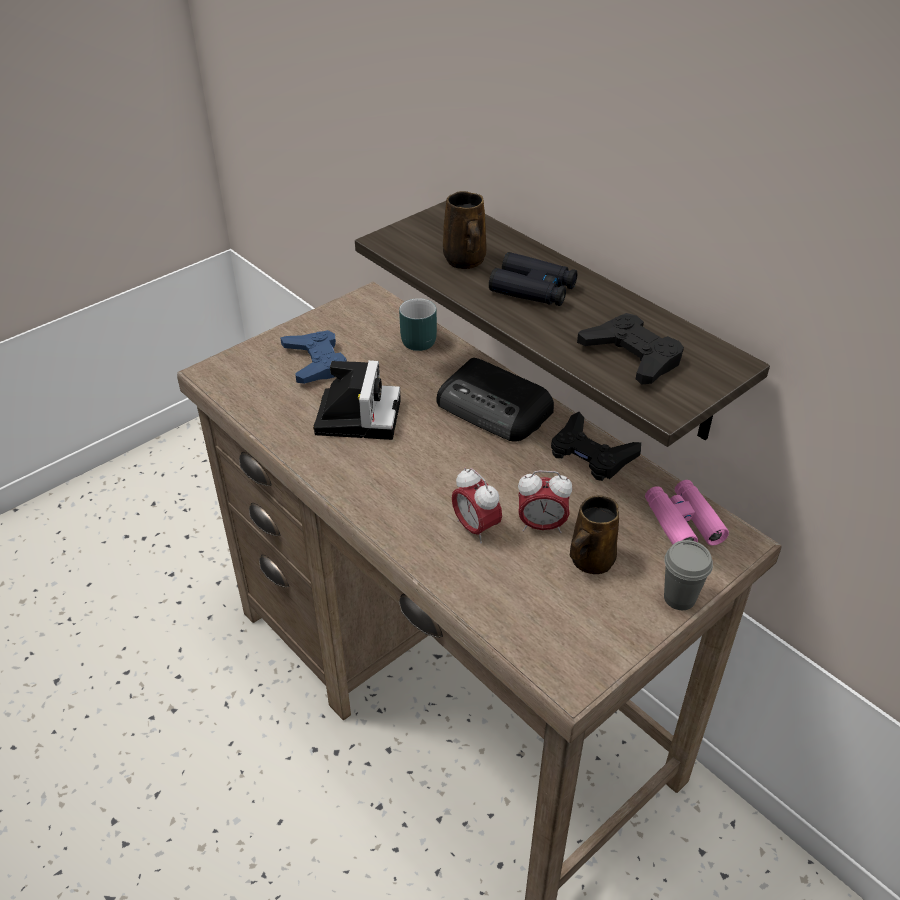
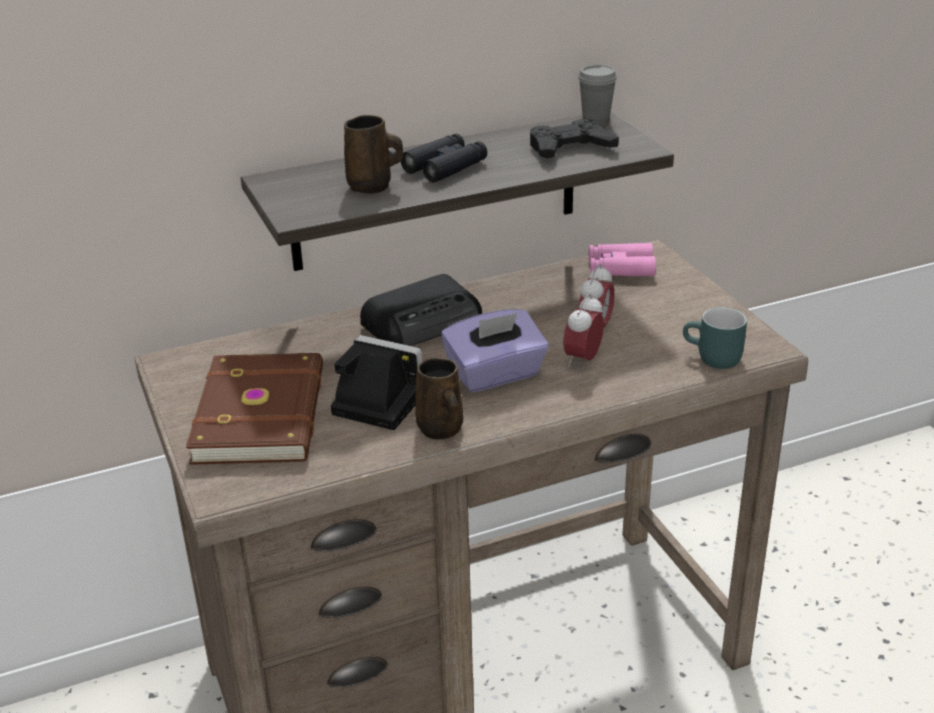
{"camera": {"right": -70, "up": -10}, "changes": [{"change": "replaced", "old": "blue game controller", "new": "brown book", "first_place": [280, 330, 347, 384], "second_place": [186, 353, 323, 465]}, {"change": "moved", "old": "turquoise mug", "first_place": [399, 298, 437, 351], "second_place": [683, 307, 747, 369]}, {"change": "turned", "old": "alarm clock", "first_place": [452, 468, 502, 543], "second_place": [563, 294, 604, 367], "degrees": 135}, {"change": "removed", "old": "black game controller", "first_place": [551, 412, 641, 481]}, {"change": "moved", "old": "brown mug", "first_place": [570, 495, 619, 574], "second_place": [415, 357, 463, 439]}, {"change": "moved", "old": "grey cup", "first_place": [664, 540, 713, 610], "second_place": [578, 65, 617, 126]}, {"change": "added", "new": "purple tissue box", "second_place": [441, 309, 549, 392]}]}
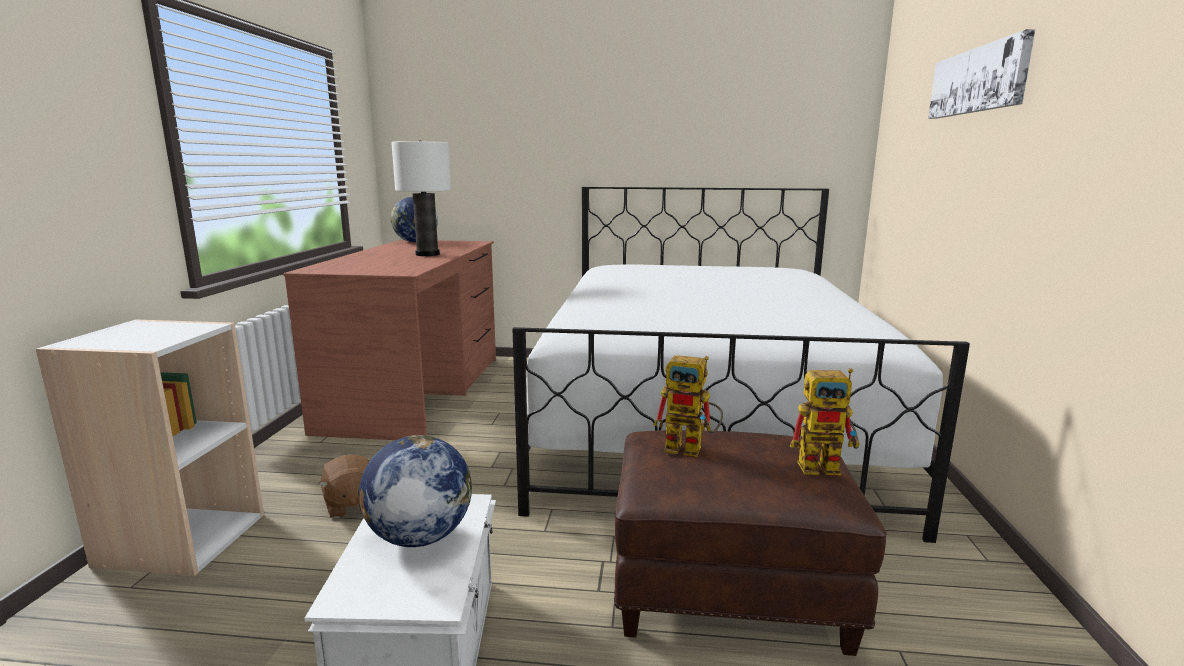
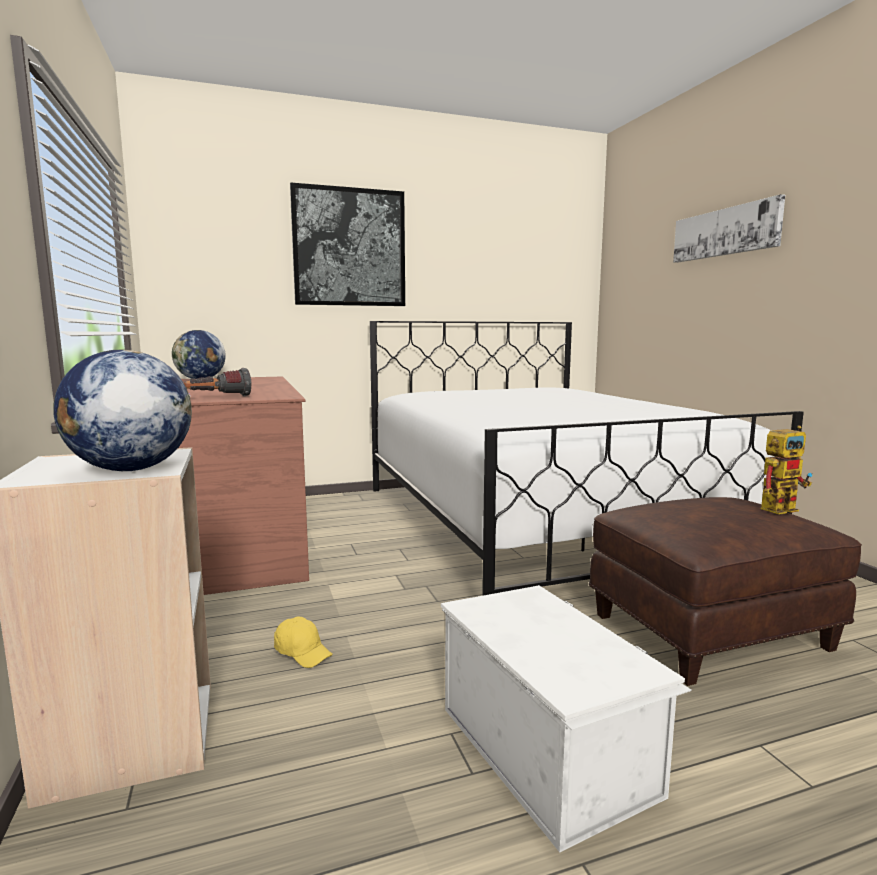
{"camera": {"right": -25, "up": -5}, "changes": [{"change": "replaced", "old": "brown plush toy", "new": "yellow cap", "first_place": [318, 455, 369, 518], "second_place": [274, 616, 333, 668]}, {"change": "moved", "old": "globe", "first_place": [359, 435, 472, 547], "second_place": [53, 349, 192, 471]}, {"change": "removed", "old": "white table lamp", "first_place": [392, 140, 451, 256]}, {"change": "removed", "old": "toy robot", "first_place": [653, 355, 723, 457]}, {"change": "added", "new": "flashlight", "second_place": [184, 368, 251, 396]}, {"change": "added", "new": "picture", "second_place": [290, 183, 405, 306]}]}
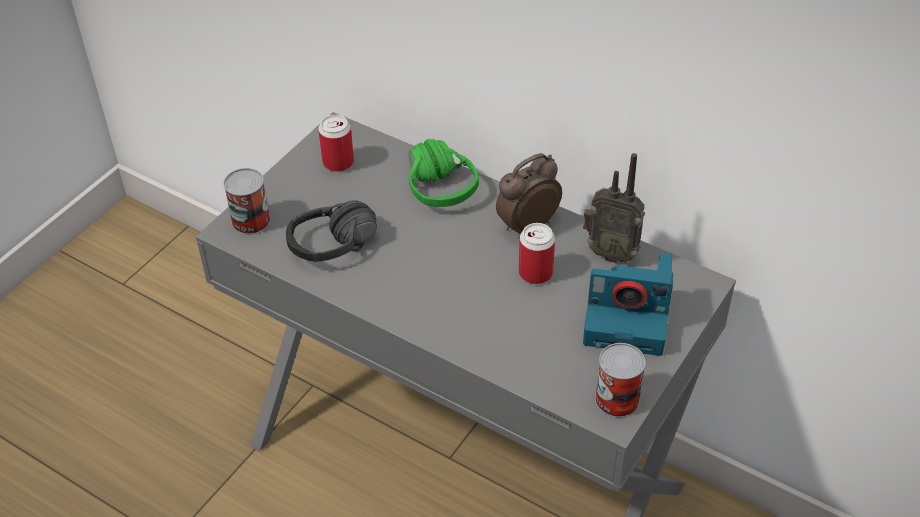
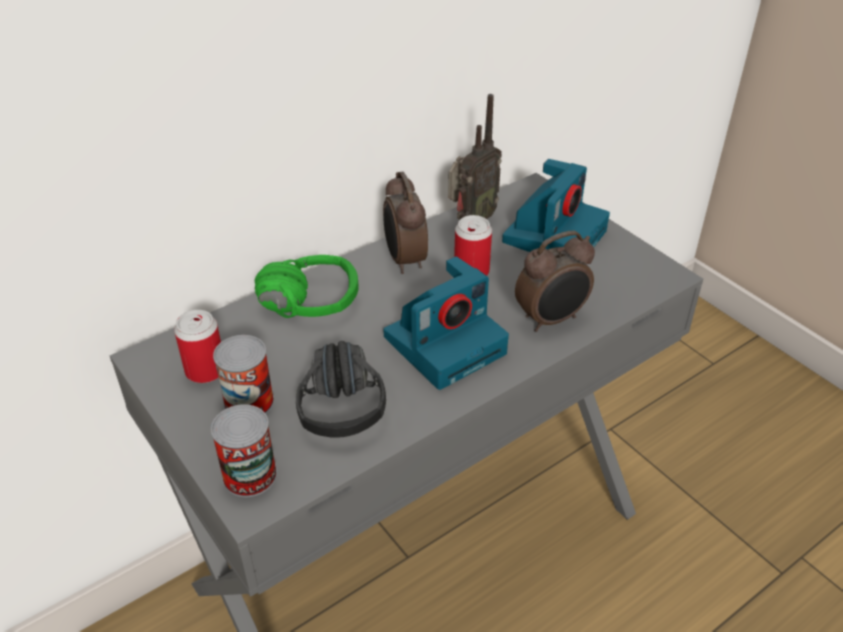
{"camera": {"right": -70, "up": -5}, "changes": [{"change": "moved", "old": "can", "first_place": [595, 343, 646, 418], "second_place": [213, 335, 274, 414]}, {"change": "added", "new": "photo camera", "second_place": [384, 256, 509, 390]}, {"change": "added", "new": "alarm clock", "second_place": [515, 231, 595, 332]}]}
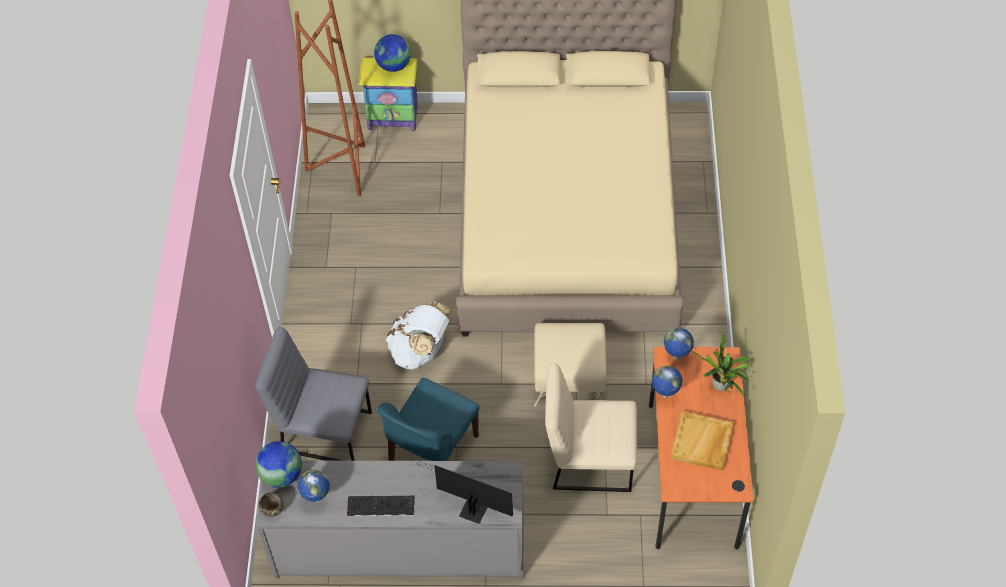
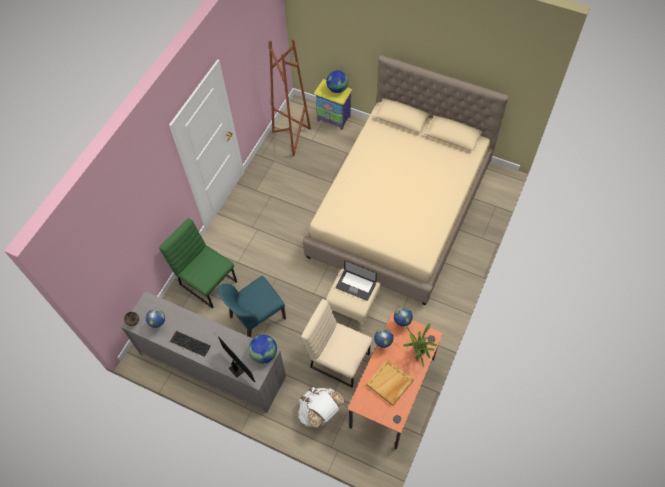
{"camera": {"right": 25, "up": 5}, "changes": [{"change": "recoloured", "old": "grey chair", "new": "green chair", "first_place": [255, 327, 372, 461], "second_place": [159, 218, 237, 309]}, {"change": "moved", "old": "globe", "first_place": [255, 441, 302, 488], "second_place": [248, 335, 277, 363]}, {"change": "moved", "old": "white backpack", "first_place": [386, 302, 452, 370], "second_place": [299, 387, 344, 427]}, {"change": "added", "new": "laptop", "second_place": [336, 260, 377, 301]}]}
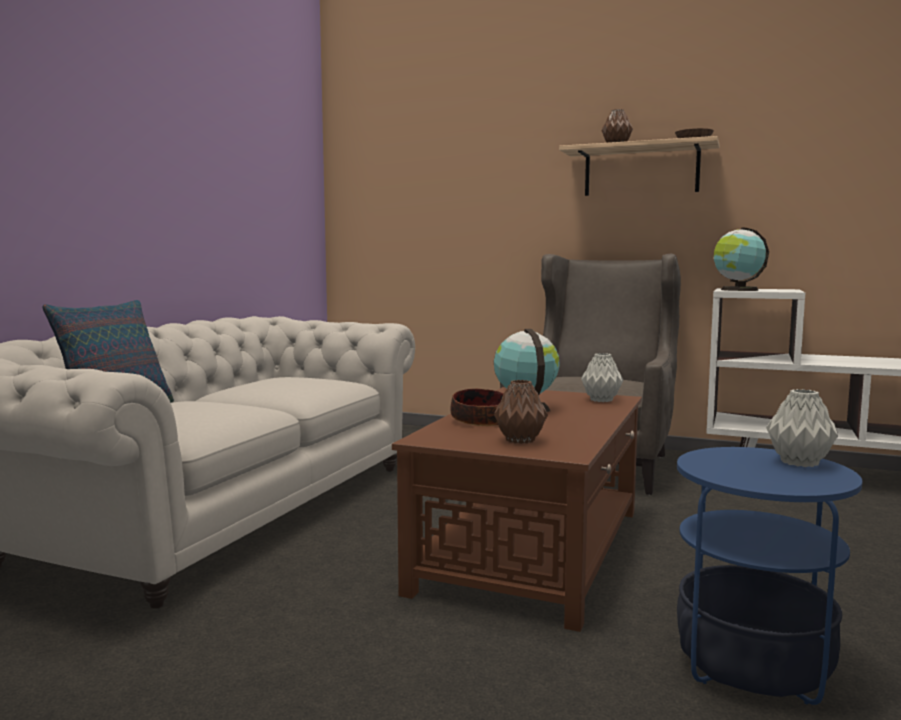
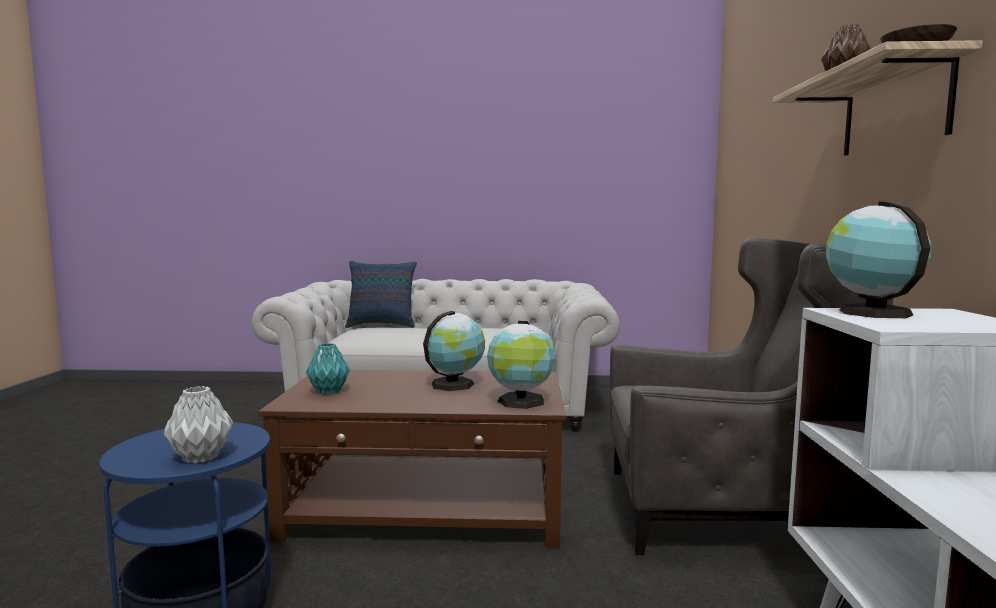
{"camera": {"right": 70, "up": 0}, "changes": [{"change": "removed", "old": "bowl", "first_place": [450, 389, 504, 426]}, {"change": "recoloured", "old": "brown vase", "new": "turquoise vase", "first_place": [494, 380, 548, 444], "second_place": [306, 343, 350, 394]}, {"change": "replaced", "old": "grey vase", "new": "globe", "first_place": [581, 353, 623, 402], "second_place": [487, 321, 555, 409]}]}
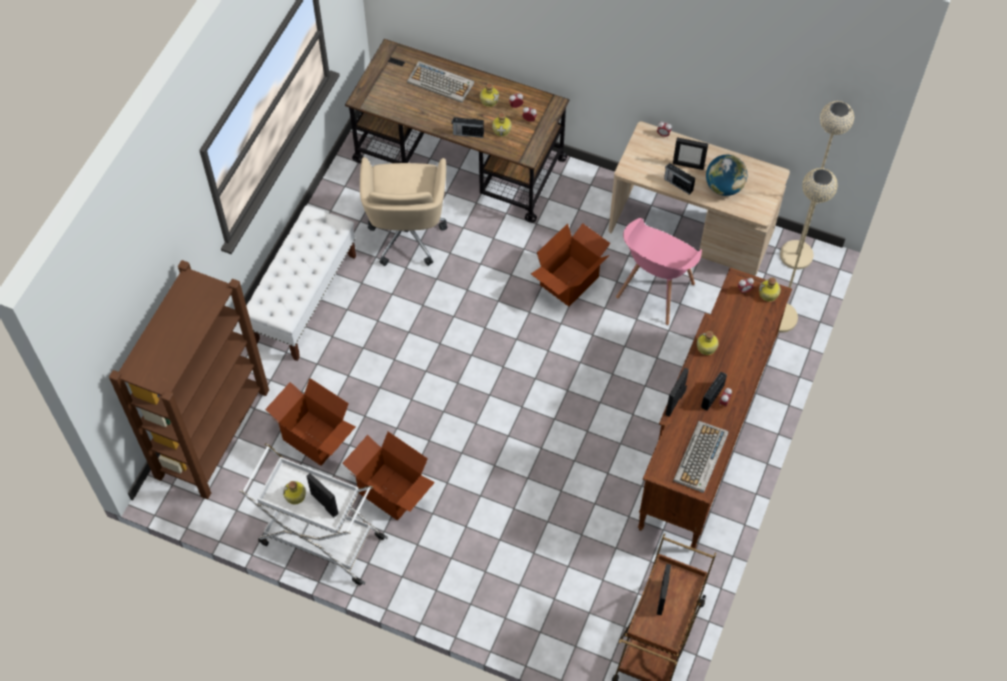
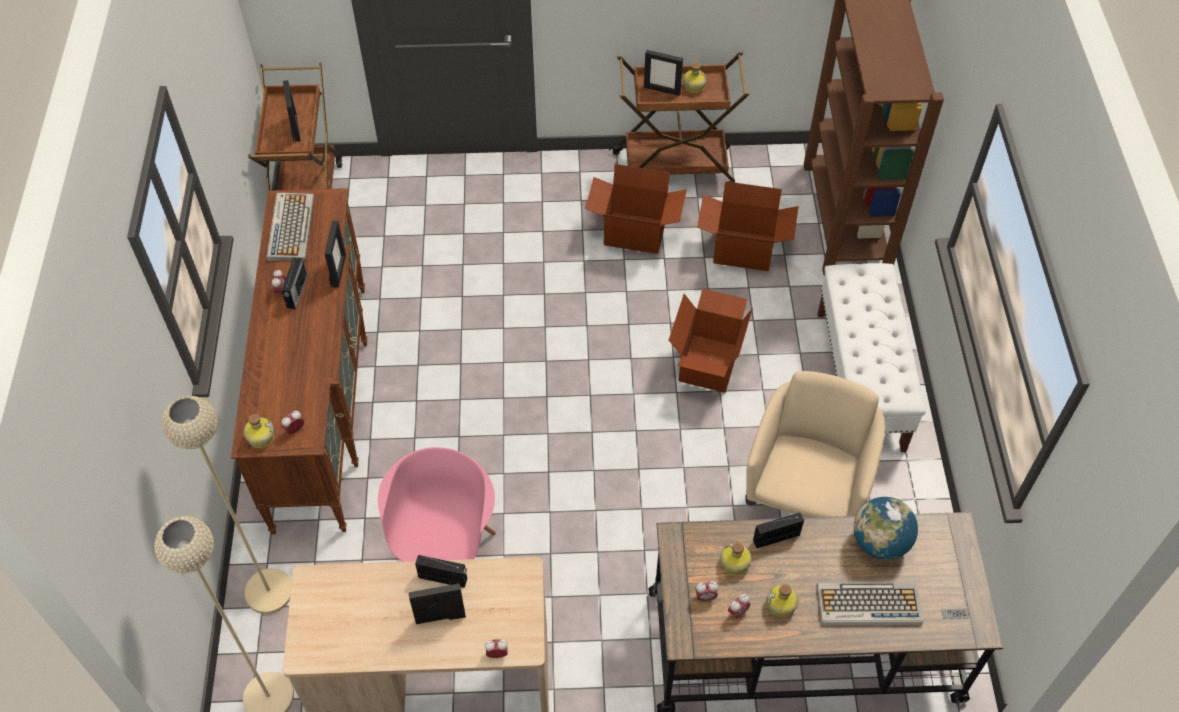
{"camera": {"right": 155, "up": -5}, "changes": [{"change": "recoloured", "old": "white cart", "new": "brown cart", "first_place": [239, 443, 388, 585], "second_place": [609, 52, 750, 187]}, {"change": "turned", "old": "beige office chair", "first_place": [360, 157, 448, 266], "second_place": [745, 371, 885, 518], "degrees": 45}, {"change": "moved", "old": "cardboard box", "first_place": [531, 223, 611, 306], "second_place": [669, 289, 753, 393]}, {"change": "removed", "old": "bottle", "first_place": [697, 331, 719, 355]}, {"change": "moved", "old": "globe", "first_place": [706, 155, 747, 196], "second_place": [854, 497, 918, 560]}]}
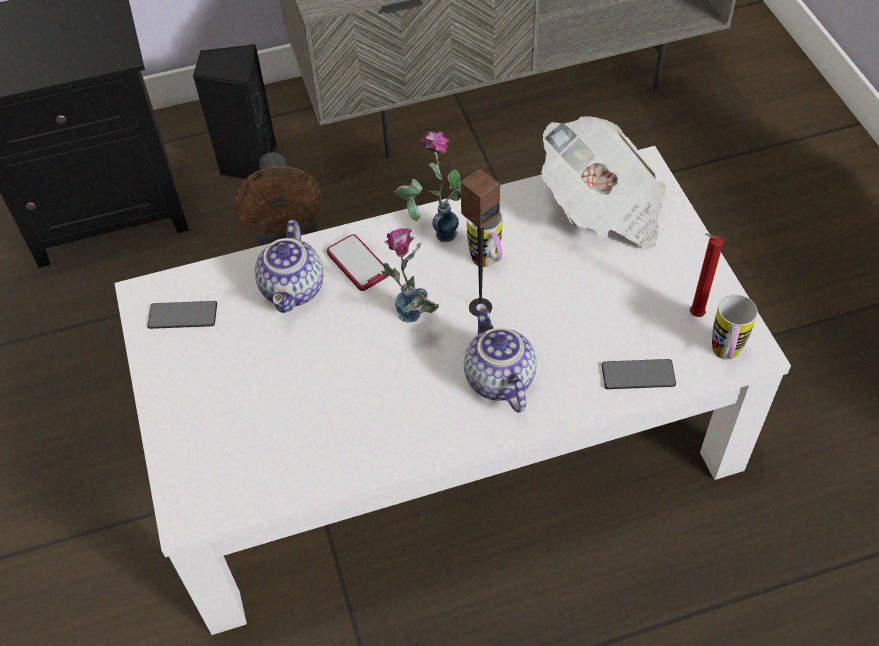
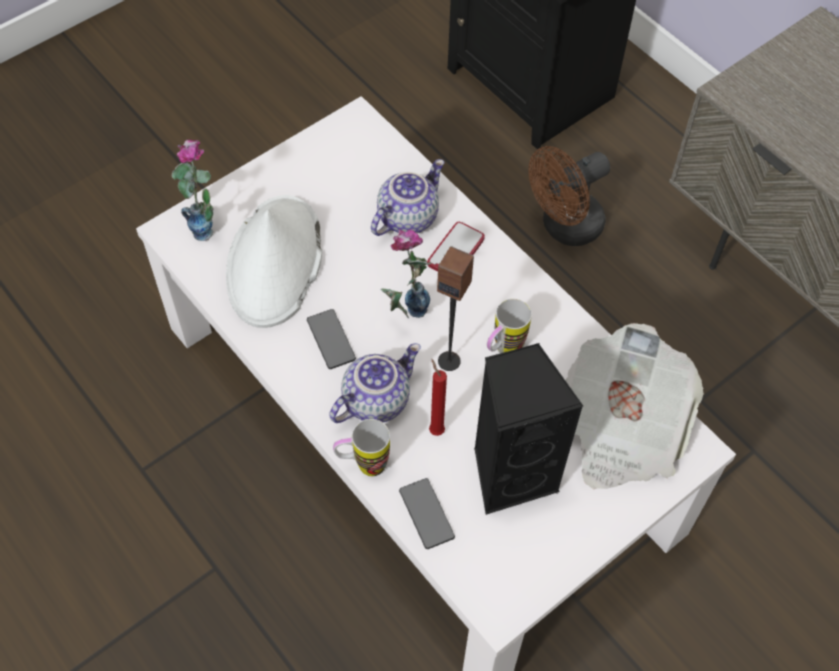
{"camera": {"right": 65, "up": 5}, "changes": [{"change": "moved", "old": "phone", "first_place": [147, 301, 217, 329], "second_place": [307, 309, 356, 369]}, {"change": "moved", "old": "black speaker", "first_place": [193, 44, 277, 181], "second_place": [474, 343, 583, 515]}, {"change": "turned", "old": "teapot", "first_place": [255, 220, 323, 313], "second_place": [371, 159, 445, 236], "degrees": 150}, {"change": "moved", "old": "vase", "first_place": [394, 131, 461, 242], "second_place": [172, 139, 213, 241]}, {"change": "moved", "old": "red candle", "first_place": [690, 233, 723, 317], "second_place": [429, 359, 447, 436]}, {"change": "moved", "old": "mug", "first_place": [712, 295, 758, 360], "second_place": [333, 419, 390, 476]}, {"change": "added", "new": "white hat", "second_place": [226, 195, 322, 328]}]}
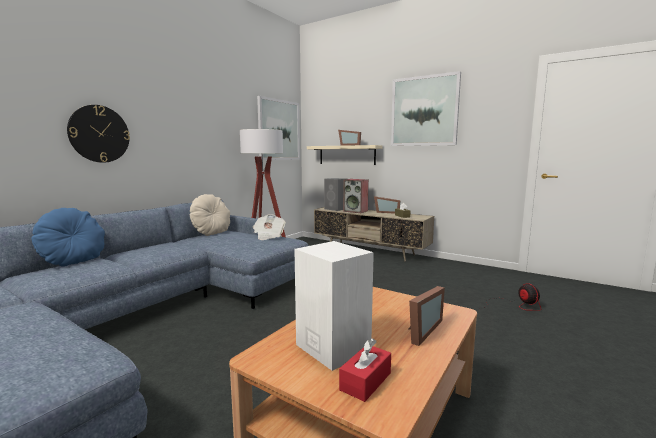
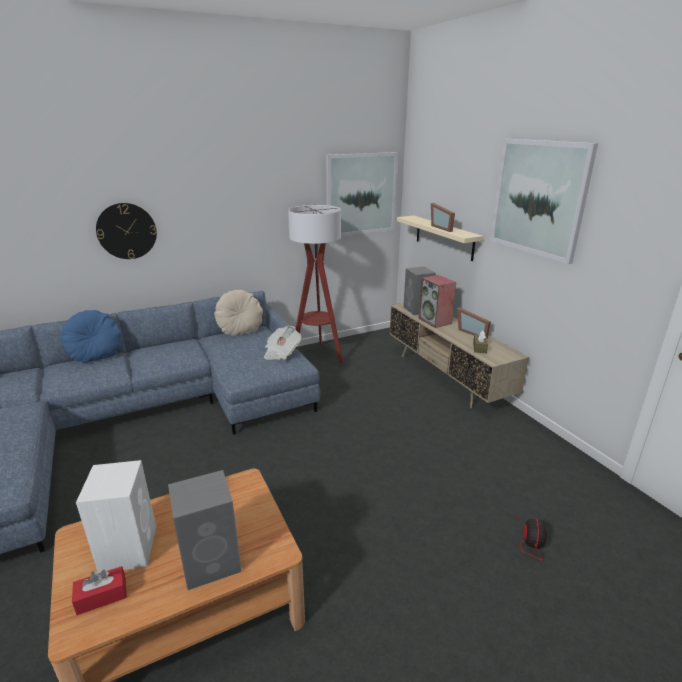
{"camera": {"right": 30, "up": 15}, "changes": [{"change": "replaced", "old": "picture frame", "new": "grey speaker", "first_place": [409, 286, 445, 346], "second_place": [168, 470, 242, 590]}]}
